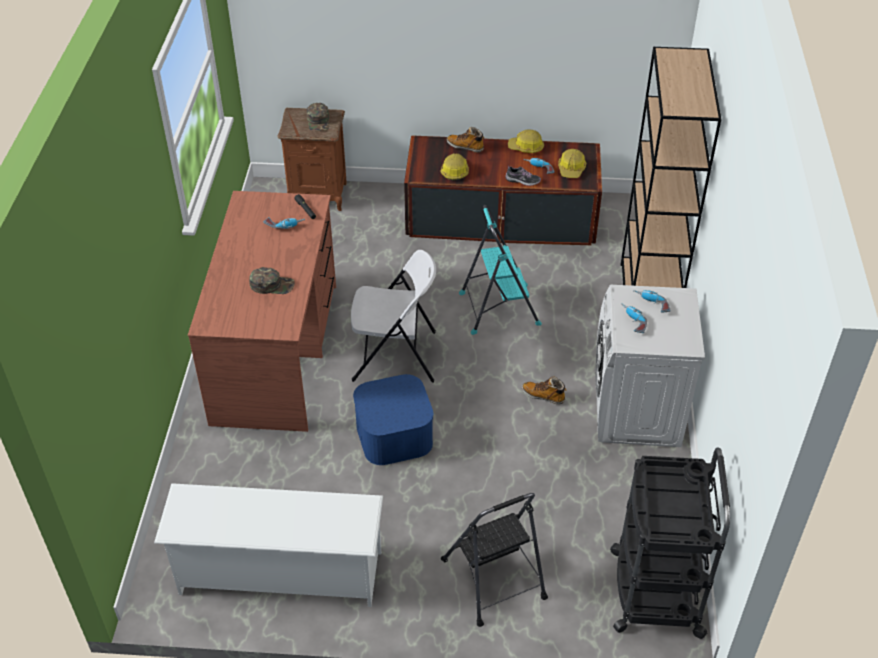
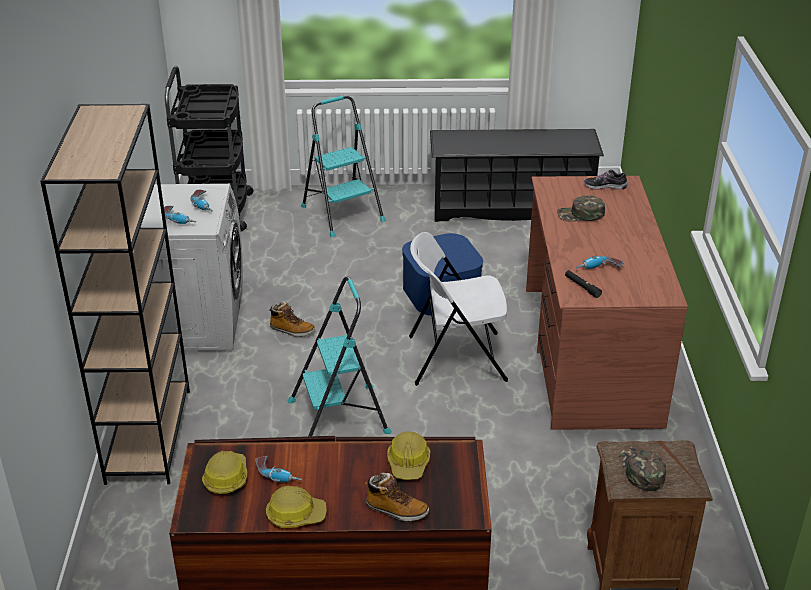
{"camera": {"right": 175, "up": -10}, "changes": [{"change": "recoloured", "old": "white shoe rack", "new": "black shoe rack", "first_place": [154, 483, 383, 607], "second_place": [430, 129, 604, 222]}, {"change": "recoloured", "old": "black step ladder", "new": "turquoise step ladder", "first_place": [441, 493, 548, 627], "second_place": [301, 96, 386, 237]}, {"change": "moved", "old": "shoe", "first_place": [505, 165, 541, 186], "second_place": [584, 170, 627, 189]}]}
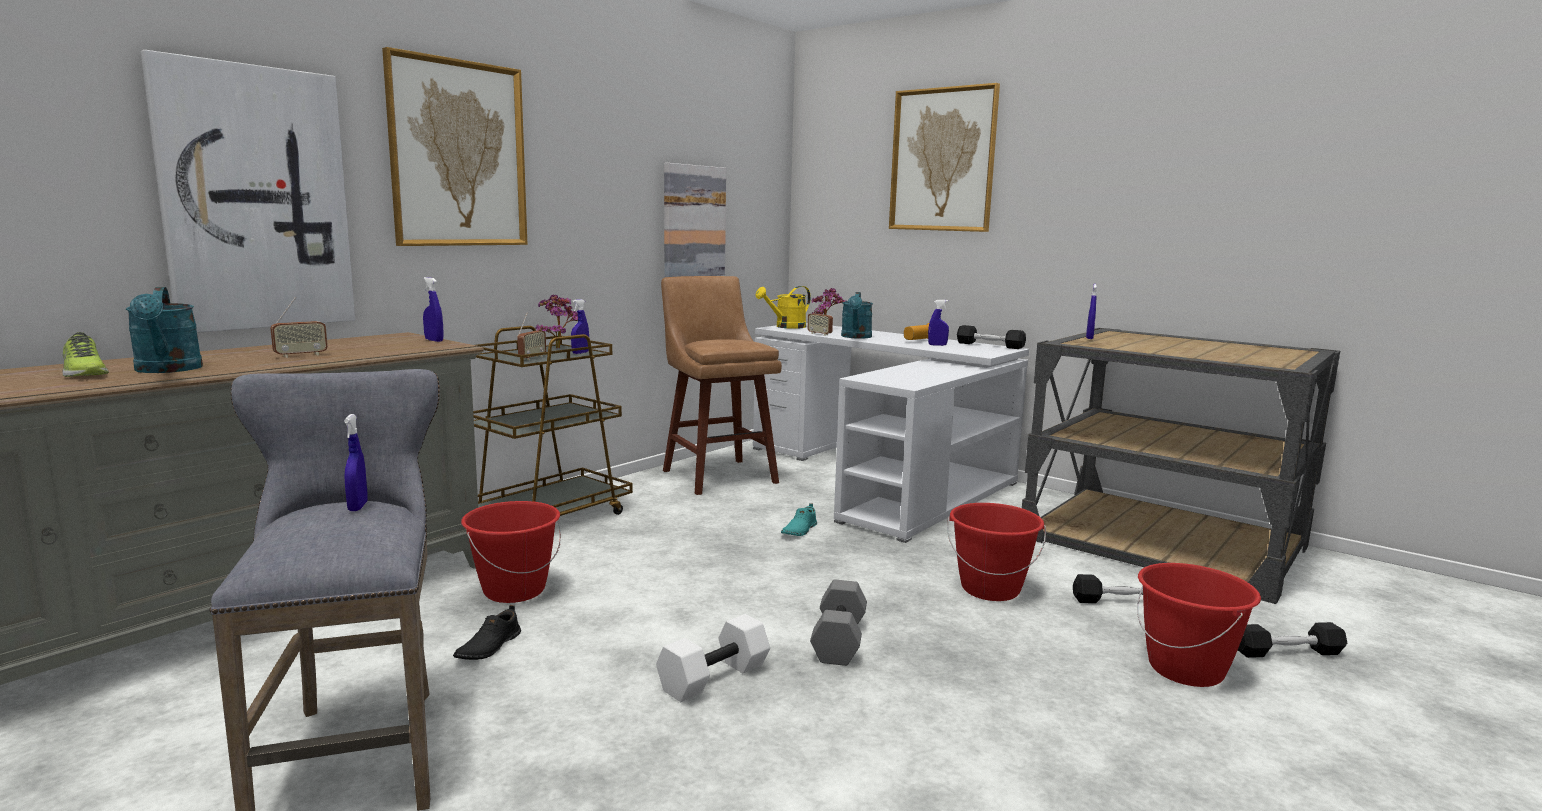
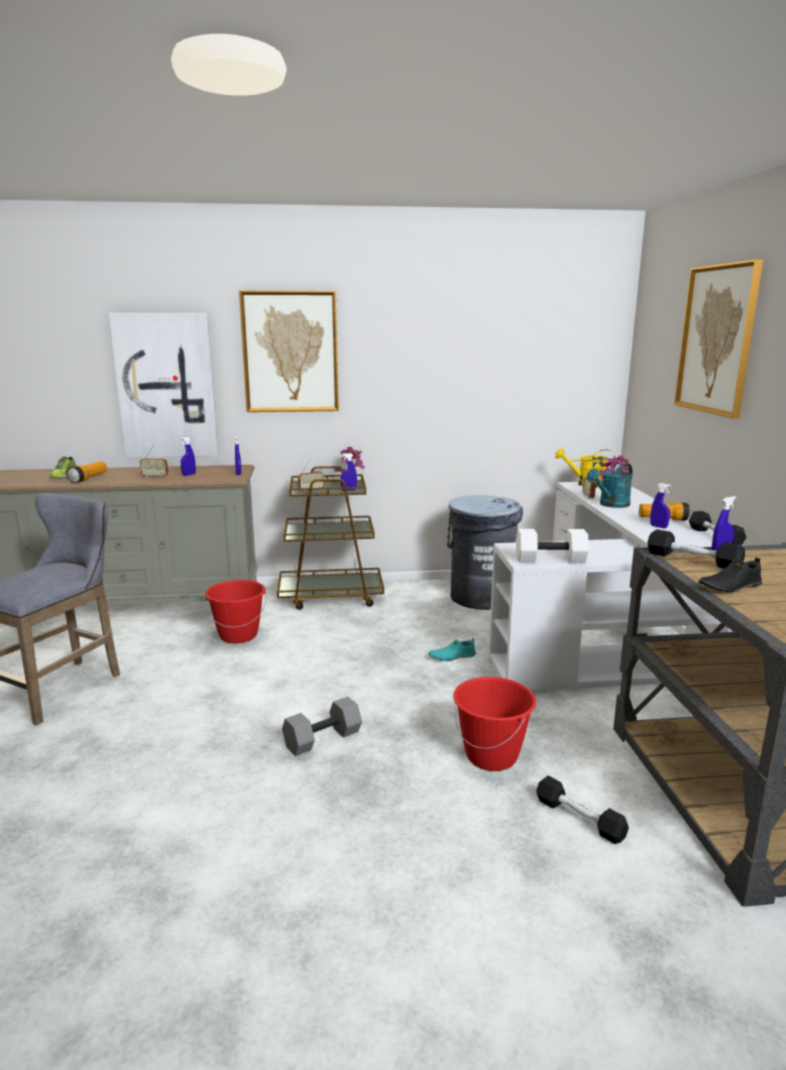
{"camera": {"right": 45, "up": 5}, "changes": [{"change": "replaced", "old": "turquoise watering can", "new": "flashlight", "first_place": [126, 287, 203, 373], "second_place": [66, 461, 107, 483]}, {"change": "moved", "old": "blue spray bottle", "first_place": [344, 414, 367, 511], "second_place": [180, 436, 196, 476]}, {"change": "moved", "old": "black shoe", "first_place": [453, 605, 521, 660], "second_place": [698, 557, 762, 592]}, {"change": "moved", "old": "white dumbbell", "first_place": [656, 614, 770, 702], "second_place": [516, 529, 589, 563]}, {"change": "replaced", "old": "brown stool", "new": "grey trash can", "first_place": [661, 276, 782, 495], "second_place": [447, 496, 523, 610]}, {"change": "removed", "old": "picture", "first_place": [664, 163, 726, 277]}, {"change": "removed", "old": "red bucket", "first_place": [1137, 563, 1261, 687]}, {"change": "moved", "old": "black dumbbell", "first_place": [1238, 622, 1347, 658], "second_place": [647, 529, 745, 569]}]}
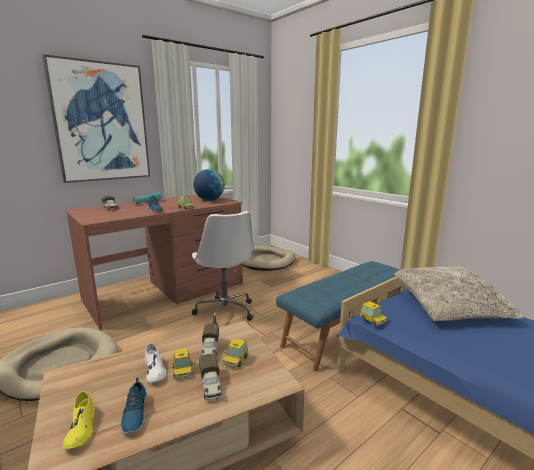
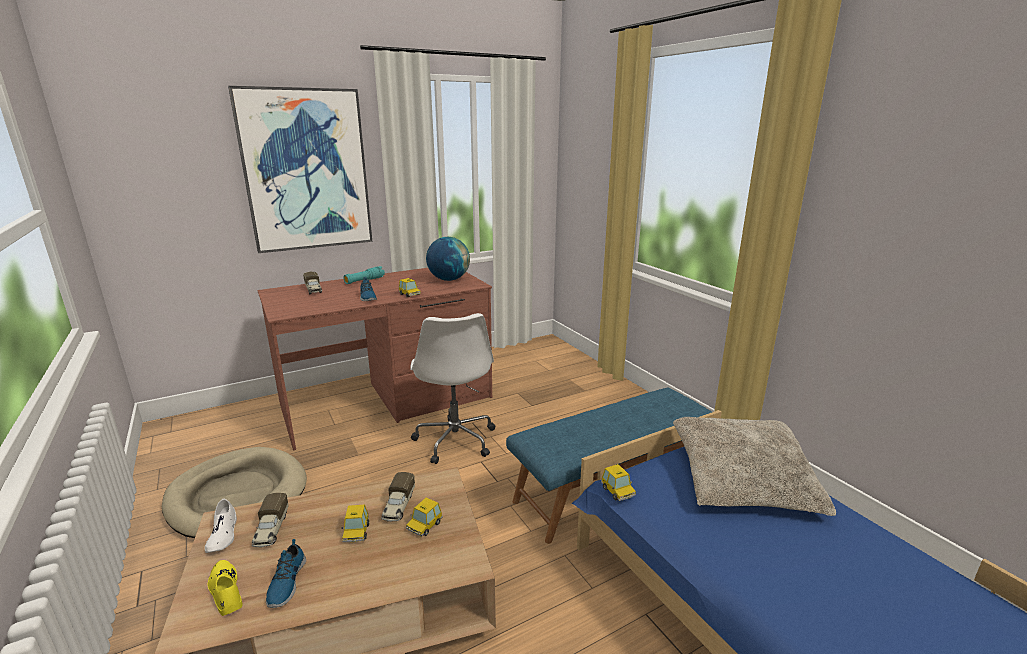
{"camera": {"right": 10, "up": 5}, "changes": [{"change": "turned", "old": "yellow shoe", "first_place": [63, 391, 95, 450], "second_place": [208, 560, 243, 616], "degrees": 150}, {"change": "moved", "old": "white shoe", "first_place": [145, 343, 166, 383], "second_place": [205, 499, 237, 553]}, {"change": "moved", "old": "toy truck", "first_place": [199, 354, 223, 400], "second_place": [252, 493, 289, 548]}, {"change": "removed", "old": "beige dog bed", "first_place": [242, 246, 295, 271]}]}
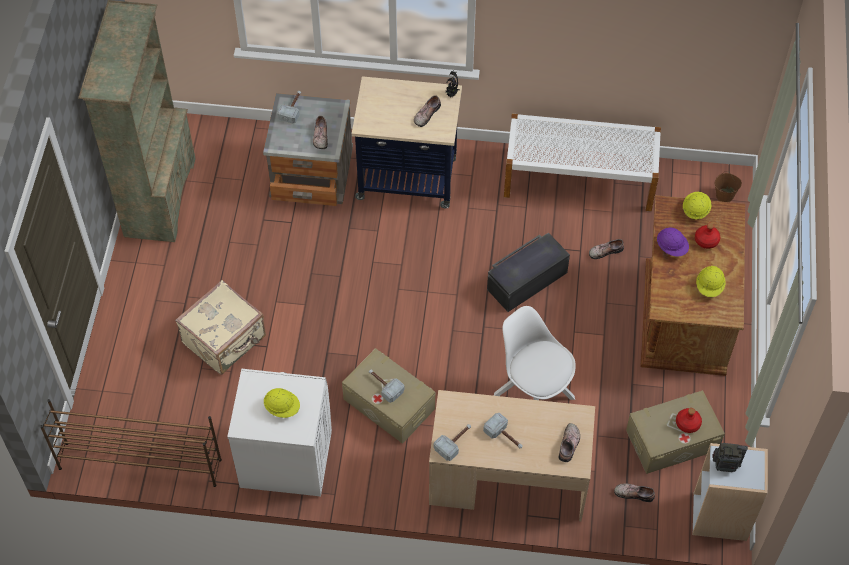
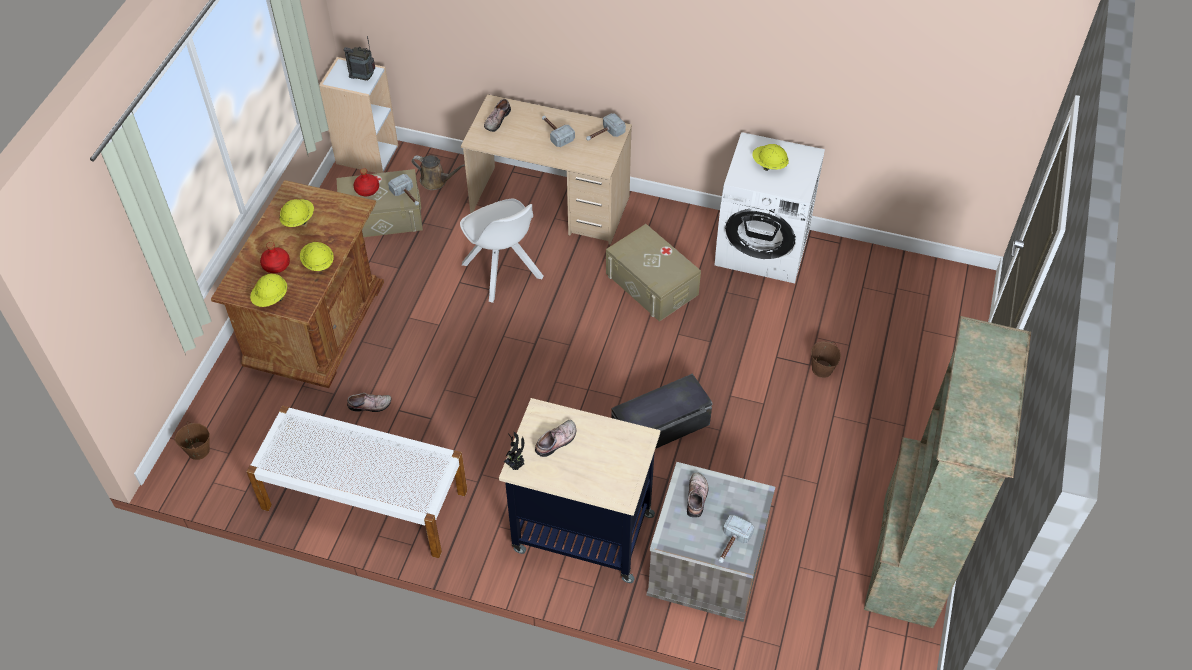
{"camera": {"right": -170, "up": -5}, "changes": [{"change": "removed", "old": "brown shoe rack", "first_place": [40, 399, 222, 487]}, {"change": "replaced", "old": "beige suitcase", "new": "brown bucket", "first_place": [175, 280, 266, 375], "second_place": [811, 341, 841, 378]}, {"change": "moved", "old": "hammer", "first_place": [369, 369, 405, 403], "second_place": [388, 174, 419, 205]}, {"change": "moved", "old": "black storage box", "first_place": [487, 233, 570, 312], "second_place": [611, 373, 713, 449]}, {"change": "replaced", "old": "shoe", "new": "brown watering can", "first_place": [614, 483, 655, 502], "second_place": [411, 155, 465, 190]}, {"change": "recoloured", "old": "purple hard hat", "new": "yellow hard hat", "first_place": [657, 228, 689, 257], "second_place": [300, 242, 334, 271]}]}
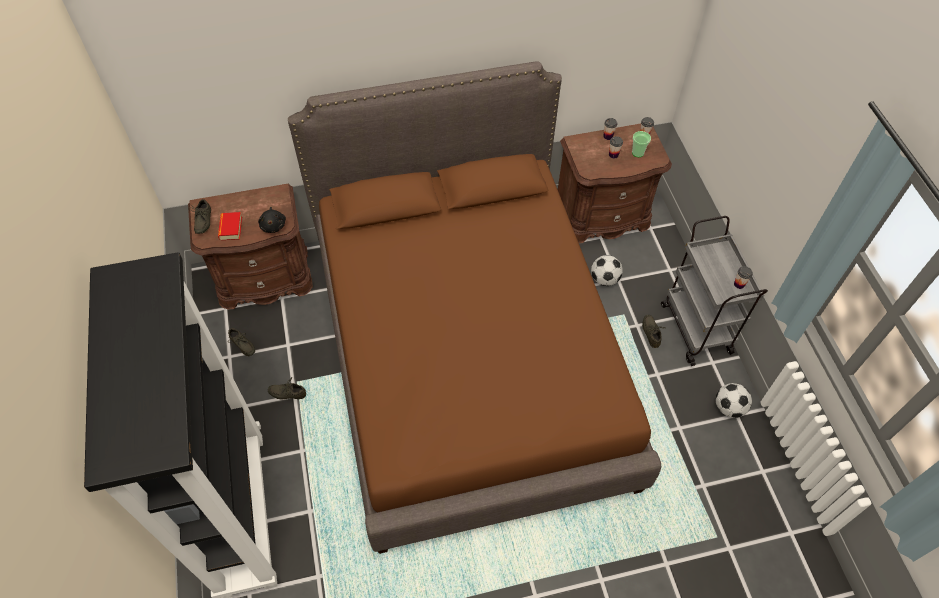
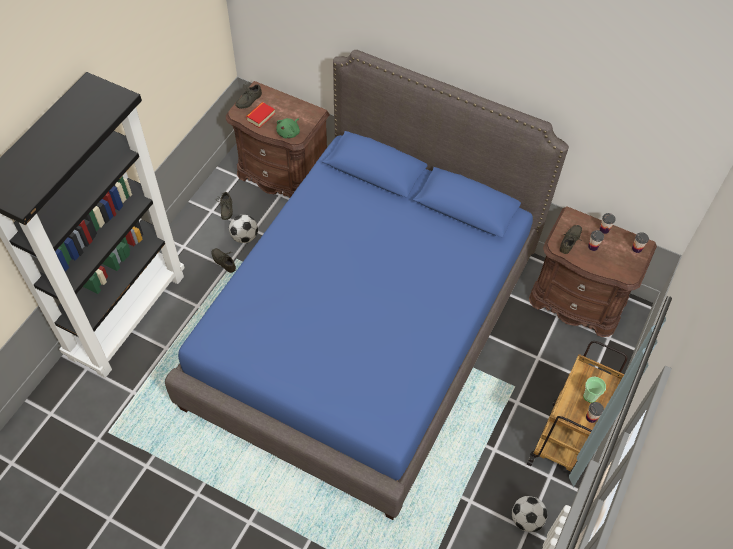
{"camera": {"right": 40, "up": 0}, "changes": [{"change": "recoloured", "old": "black plush toy", "new": "green plush toy", "first_place": [258, 207, 286, 233], "second_place": [276, 118, 300, 139]}, {"change": "recoloured", "old": "brown bed", "new": "blue bed", "first_place": [288, 61, 661, 554], "second_place": [165, 50, 569, 520]}, {"change": "moved", "old": "football", "first_place": [591, 255, 623, 286], "second_place": [229, 215, 258, 243]}, {"change": "moved", "old": "cup", "first_place": [632, 131, 651, 157], "second_place": [583, 376, 606, 403]}, {"change": "moved", "old": "grey shoe", "first_place": [642, 315, 664, 348], "second_place": [560, 225, 582, 254]}, {"change": "recoloured", "old": "grey cart", "new": "brown cart", "first_place": [661, 216, 768, 366], "second_place": [527, 341, 627, 471]}]}
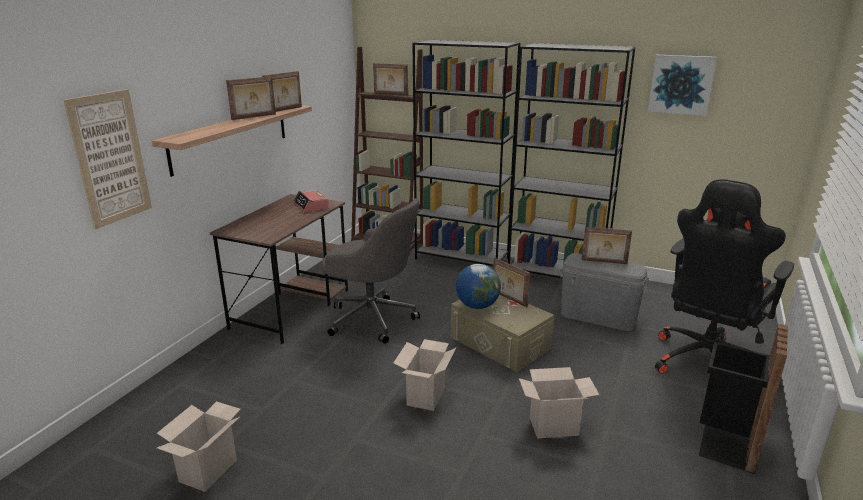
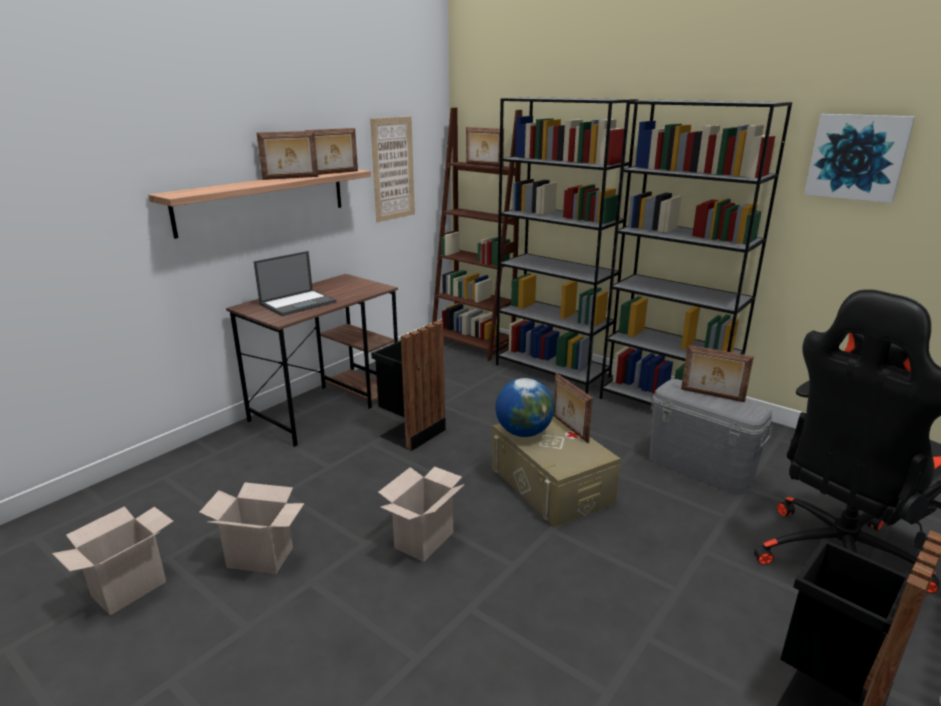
{"camera": {"right": 15, "up": 0}, "changes": [{"change": "moved", "old": "picture", "first_place": [63, 89, 152, 229], "second_place": [370, 116, 415, 223]}, {"change": "removed", "old": "alarm clock", "first_place": [293, 190, 329, 213]}, {"change": "replaced", "old": "grey office chair", "new": "black trash can", "first_place": [321, 198, 420, 344], "second_place": [371, 321, 446, 451]}, {"change": "moved", "old": "cardboard box", "first_place": [519, 367, 599, 438], "second_place": [199, 482, 304, 574]}, {"change": "added", "new": "laptop", "second_place": [254, 251, 336, 316]}]}
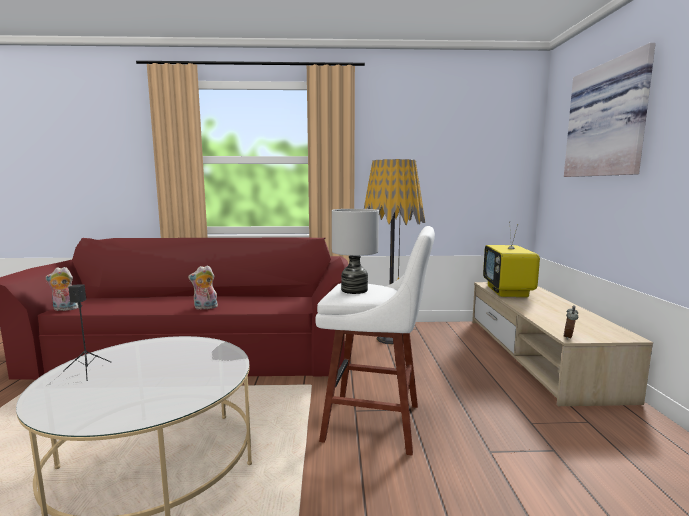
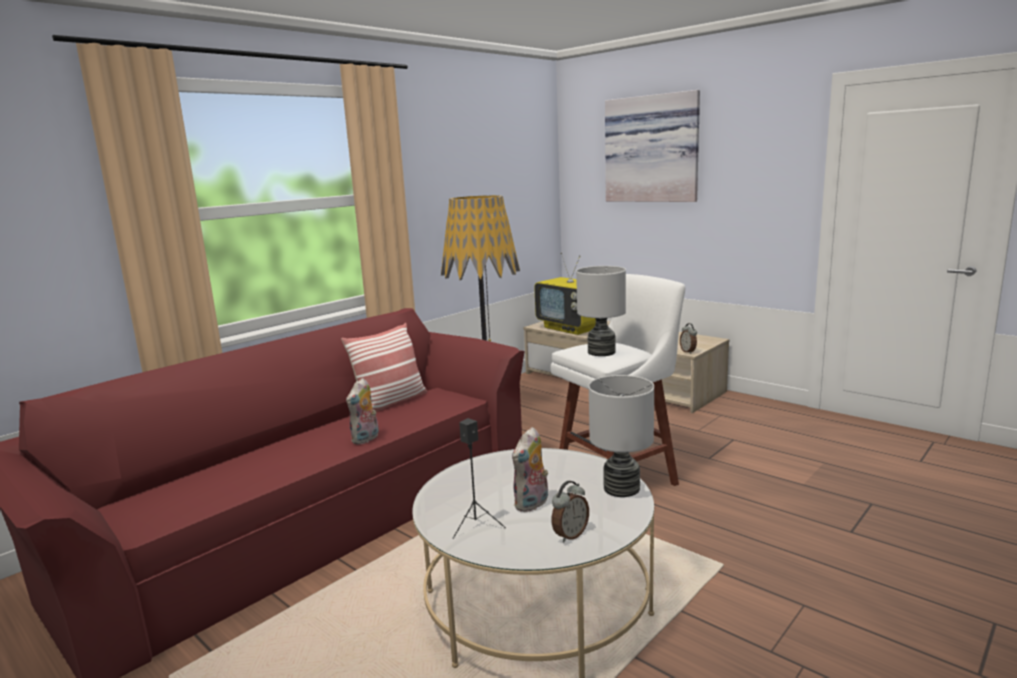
{"camera": {"right": -45, "up": 5}, "changes": [{"change": "moved", "old": "plush toy", "first_place": [46, 267, 78, 311], "second_place": [512, 427, 548, 512]}, {"change": "added", "new": "pillow", "second_place": [341, 323, 427, 411]}, {"change": "added", "new": "alarm clock", "second_place": [552, 481, 589, 542]}, {"change": "added", "new": "grey table lamp", "second_place": [589, 375, 654, 497]}]}
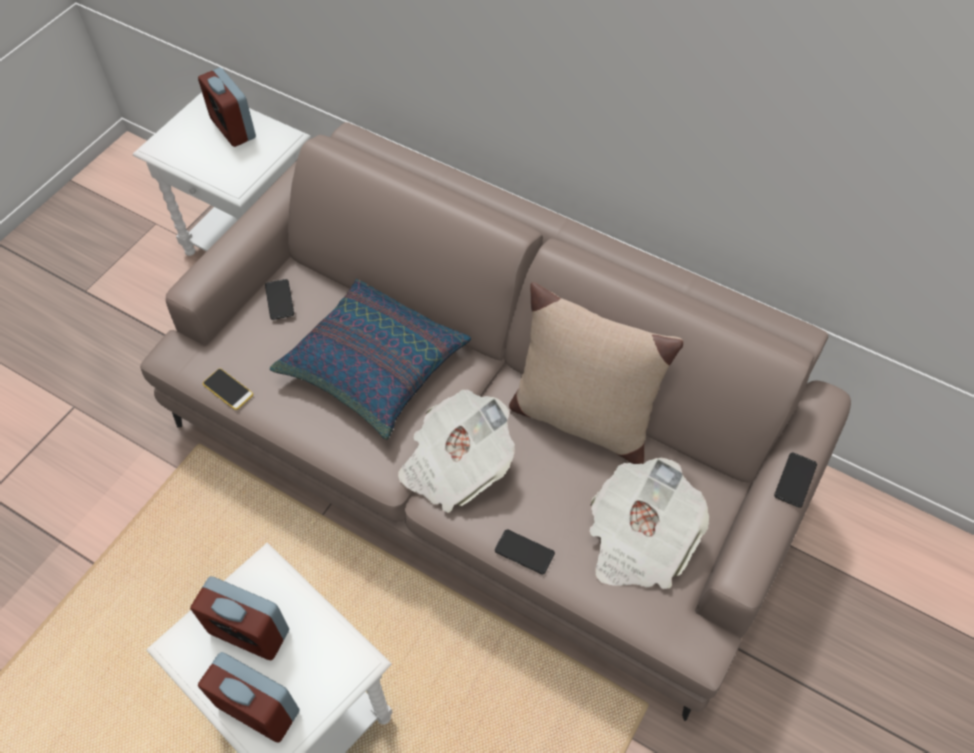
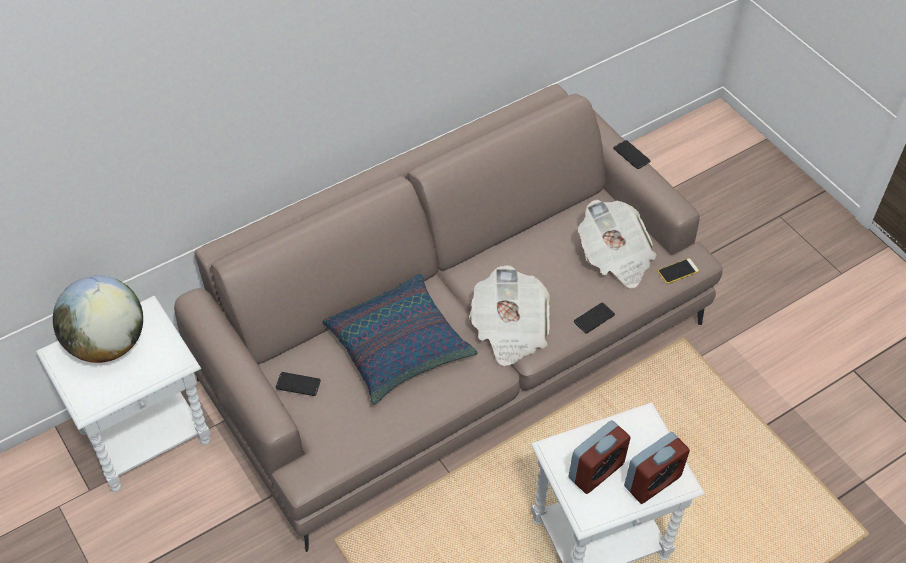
{"camera": {"right": -65, "up": -5}, "changes": [{"change": "replaced", "old": "alarm clock", "new": "globe", "first_place": [198, 68, 256, 147], "second_place": [53, 275, 143, 363]}, {"change": "moved", "old": "phone", "first_place": [203, 368, 253, 410], "second_place": [658, 258, 699, 284]}, {"change": "removed", "old": "beige pillow", "first_place": [509, 282, 683, 464]}]}
